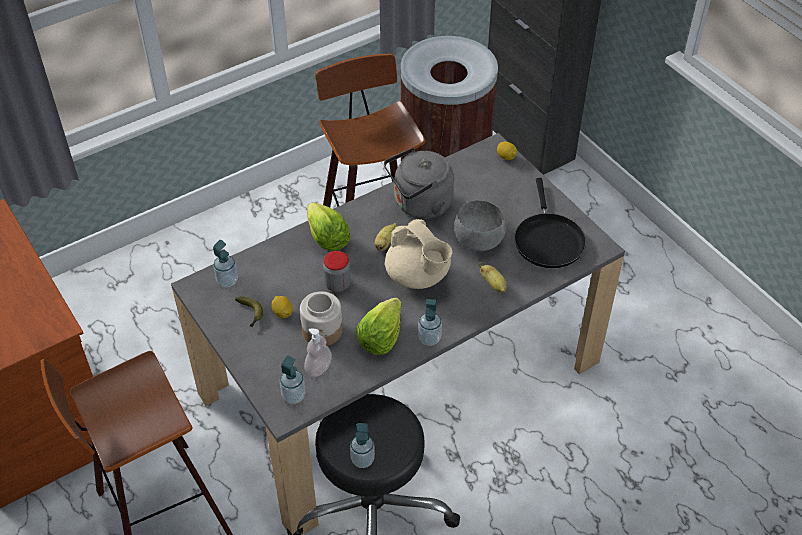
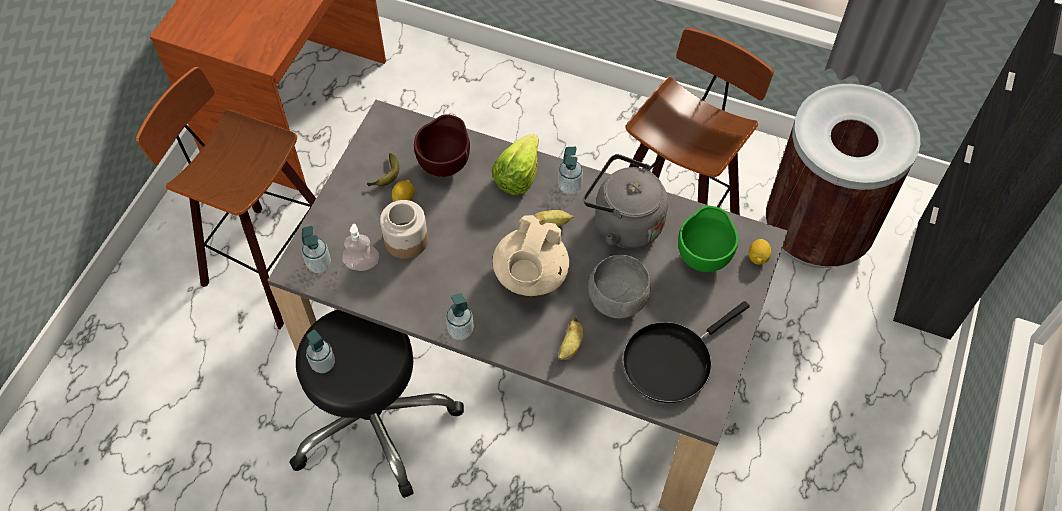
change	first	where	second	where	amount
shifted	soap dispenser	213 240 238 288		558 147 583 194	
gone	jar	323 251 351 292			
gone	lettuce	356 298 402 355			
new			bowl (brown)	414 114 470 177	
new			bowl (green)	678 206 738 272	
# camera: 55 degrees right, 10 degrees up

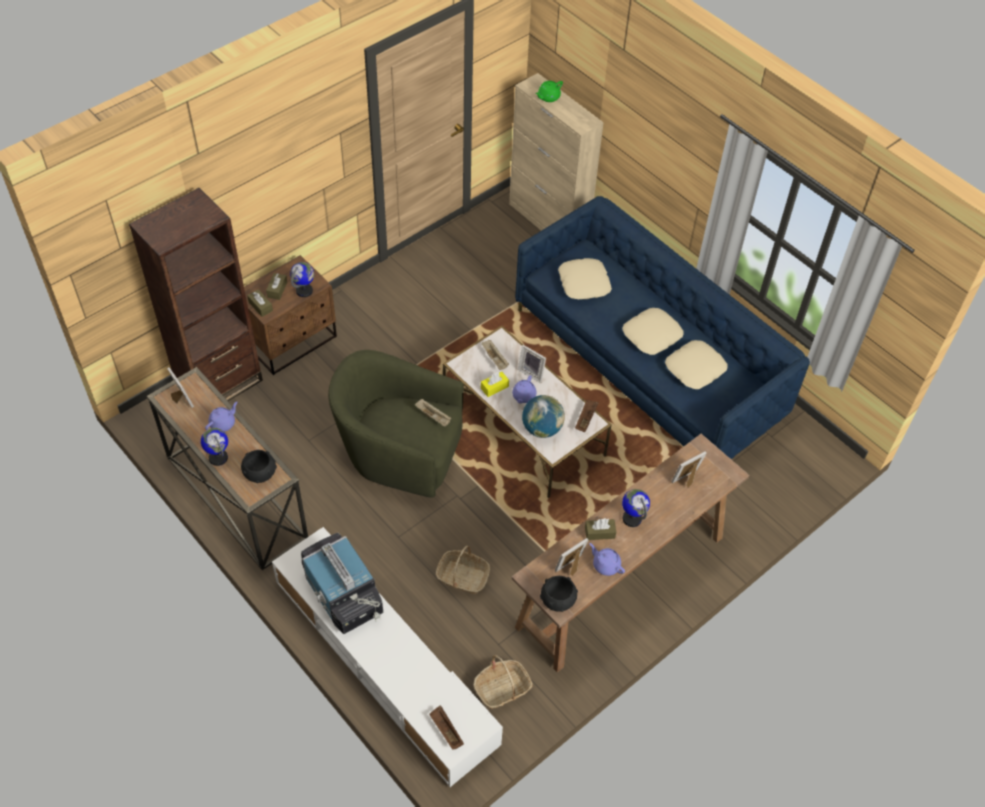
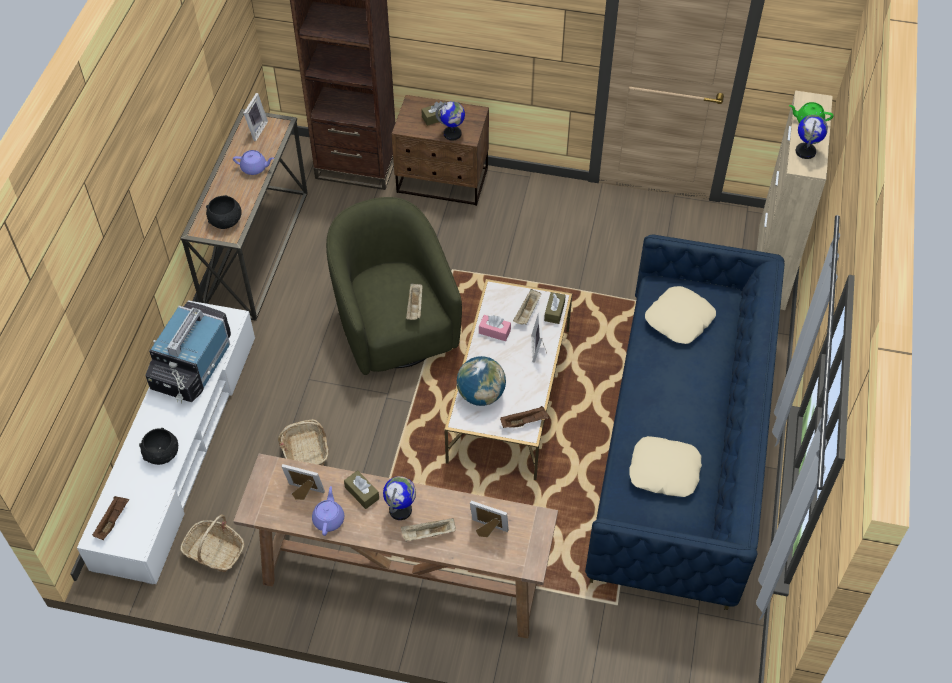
change	first	where	second	where	amount
shifted	globe	201 428 228 466		796 115 828 159	
shifted	tissue box (brown)	247 289 273 317		544 292 566 324	
repainted	tissue box (yellow)	481 372 509 397	tissue box (pink)	479 315 511 341	
gone	teapot (purple)	512 375 537 404			
shifted	bowl (black)	540 576 578 612		139 428 178 465	
gone	pillow (beige)	622 308 684 355			
new			tray (beige)	401 518 456 542	
# camera: 55 degrees right, 0 degrees up

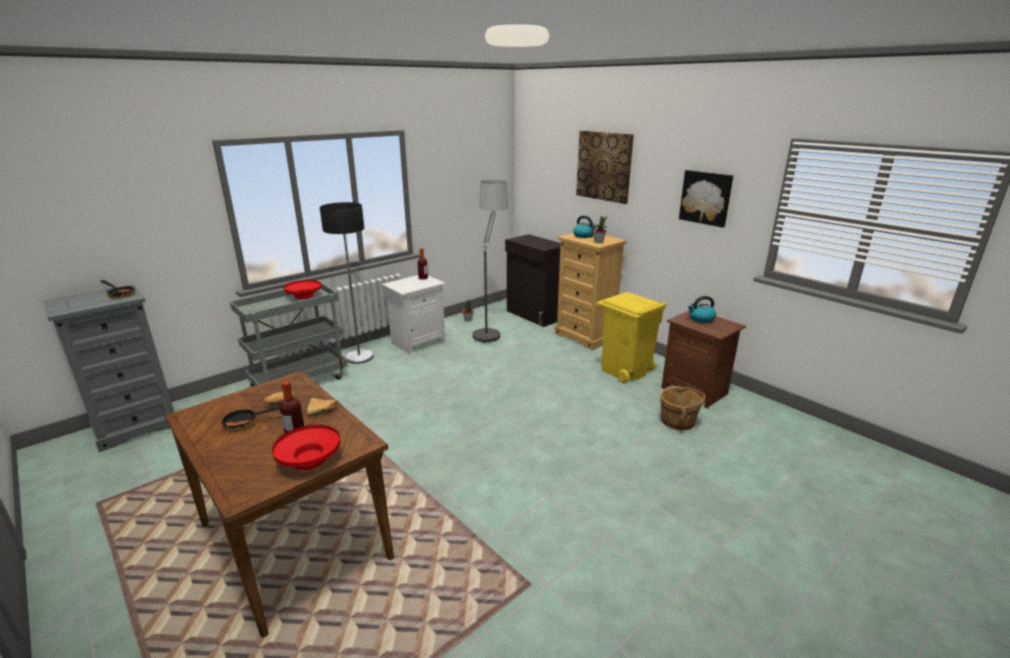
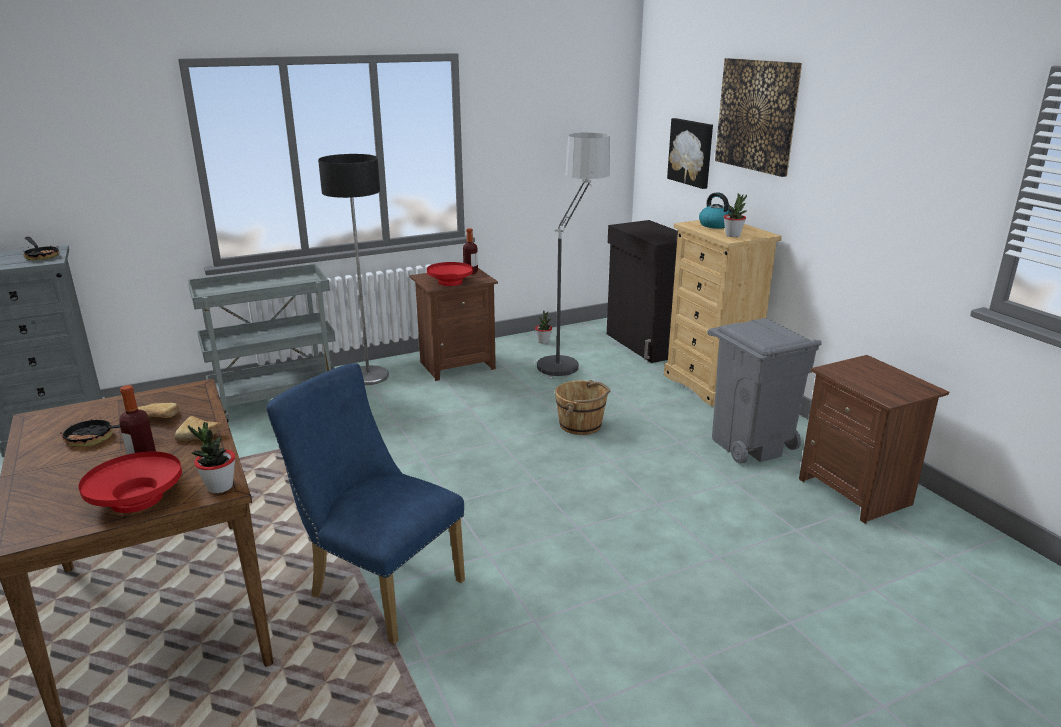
change	first	where	second	where	amount
shifted	bowl (red)	284 280 321 299		427 262 473 286	
repainted	nightstand (white)	382 275 445 355	nightstand (brown)	410 268 498 381	
repainted	trash can (yellow)	596 292 667 383	trash can (grey)	707 318 822 464	
shifted	bucket (brown)	660 386 705 430		555 380 610 435	
shifted	picture	679 170 733 227		667 118 713 189	
gone	kettle	688 296 716 323			
new			potted plant	188 422 236 493	
new			chair (blue)	266 363 465 644	
# camera: 15 degrees right, 0 degrees up

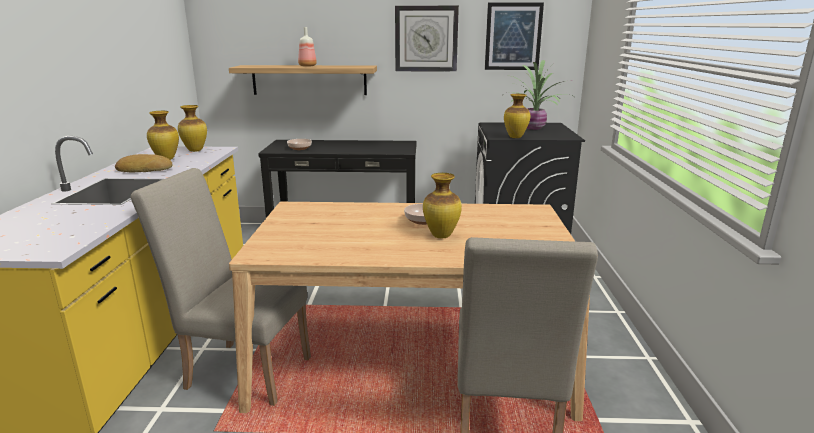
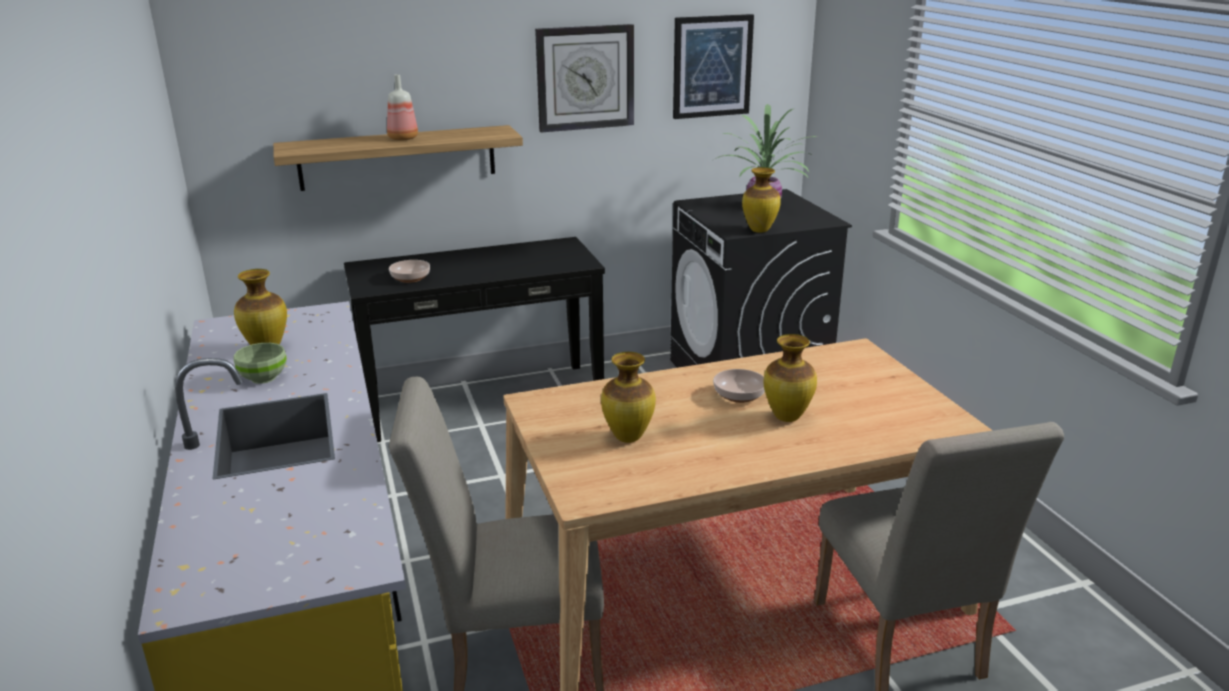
change	first	where	second	where	amount
swapped	bread	115 154 173 173	bowl (green)	234 343 287 384	
shifted	vase	178 105 207 152		601 352 656 443	
# camera: 20 degrees left, 5 degrees up

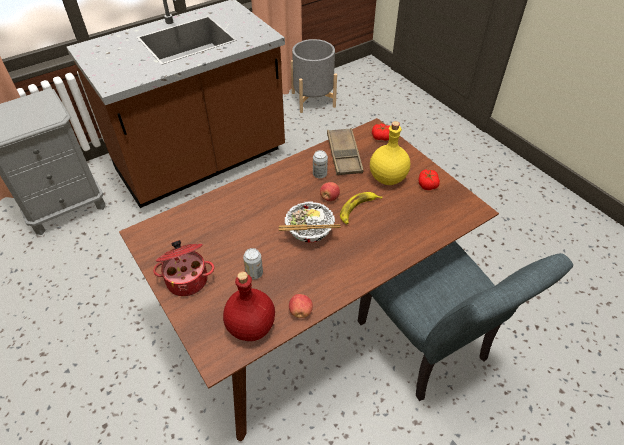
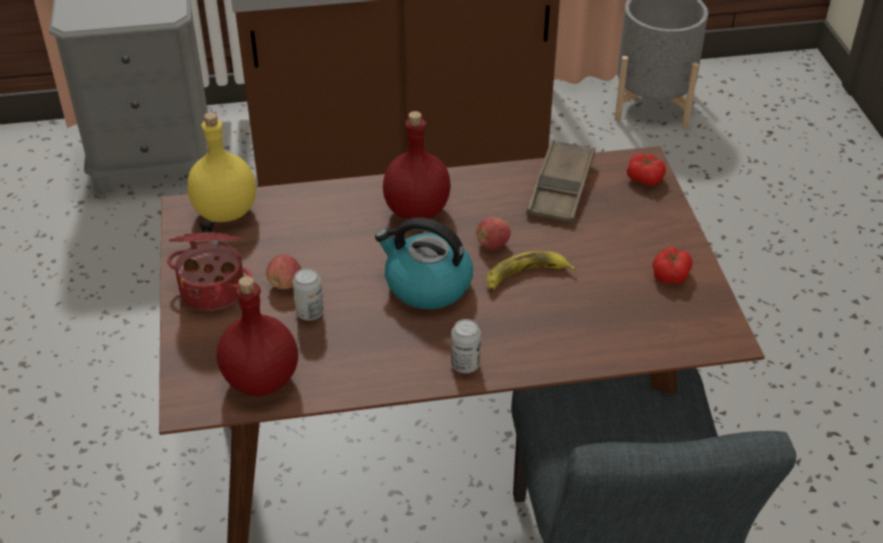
change	first	where	second	where	amount
swapped	bowl	279 201 341 242	kettle	375 217 473 309	
shifted	apple	289 294 313 318		266 254 302 289	
shifted	can	313 150 328 178		451 319 481 373	
shifted	bottle (yellow)	370 121 410 185		187 112 256 222	
new			bottle (red)	383 111 451 220	
# camera: 25 degrees right, 5 degrees down

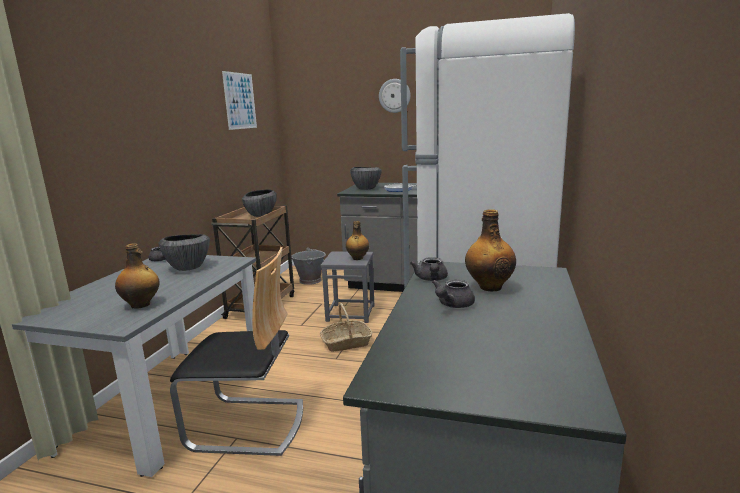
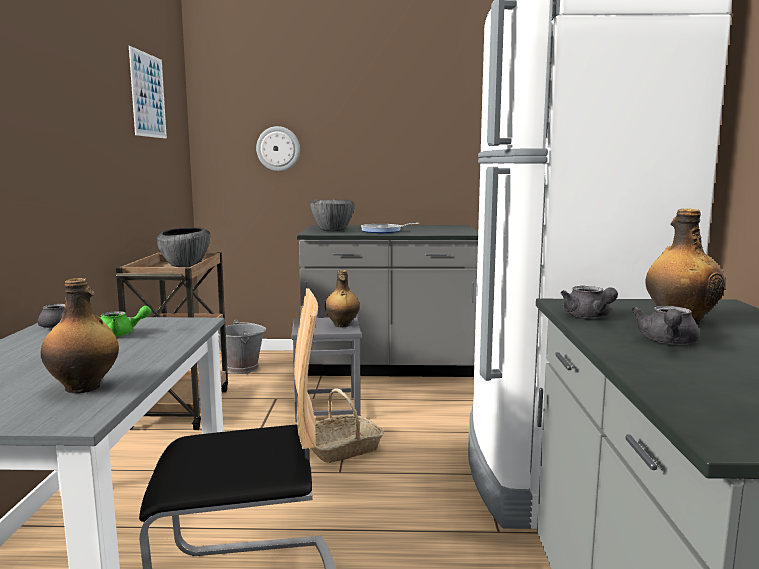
change	first	where	second	where	amount
swapped	bowl	158 234 210 271	teapot (green)	101 306 152 337	
shifted	wall clock	379 79 411 113		256 126 300 171	
# camera: 15 degrees left, 5 degrees down

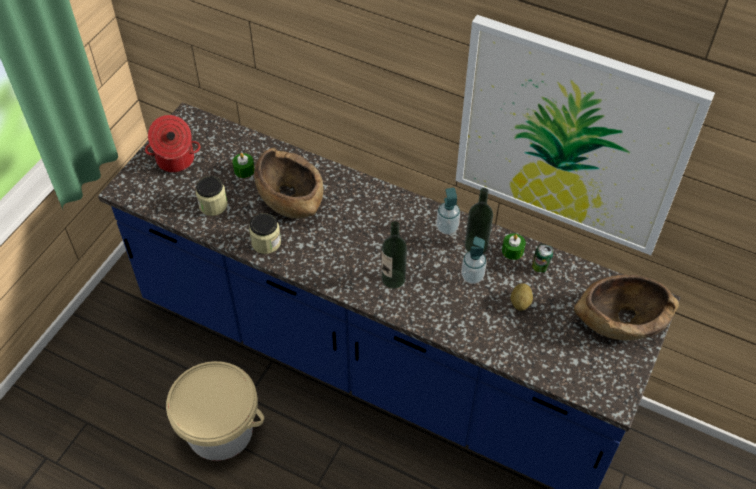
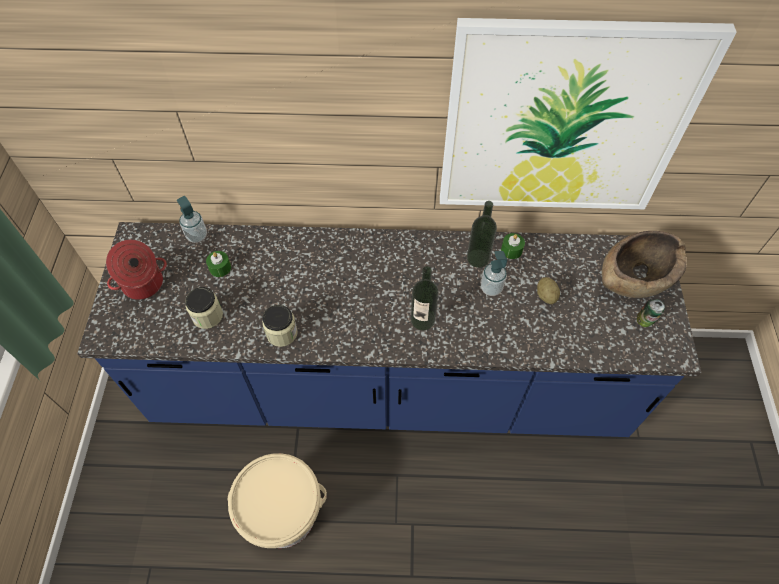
change	first	where	second	where	amount
gone	bowl (brown)	254 148 323 219			
shifted	soap dispenser	436 188 460 235		177 196 207 243	
shifted	can	532 244 553 273		636 299 665 327	
# camera: 25 degrees left, 5 degrees up

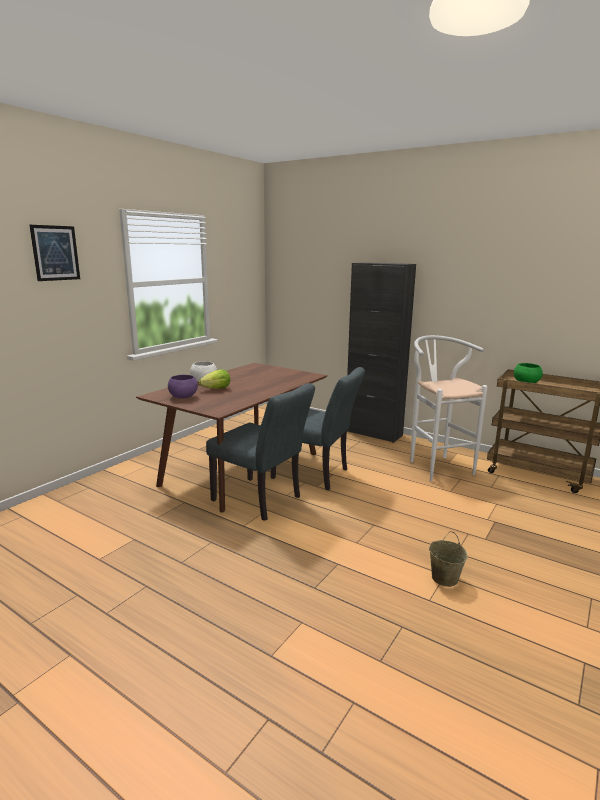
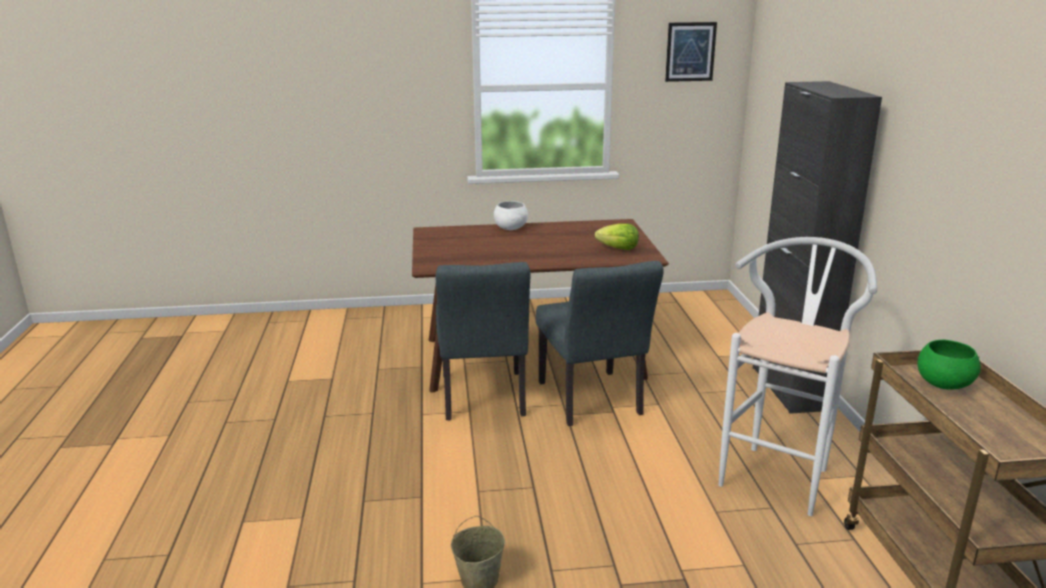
change	first	where	second	where	amount
shifted	picture	29 225 80 281		665 22 717 82	
gone	bowl (purple)	168 375 198 399			
shifted	lettuce	199 369 230 389		595 224 639 250	
# camera: 50 degrees right, 5 degrees up

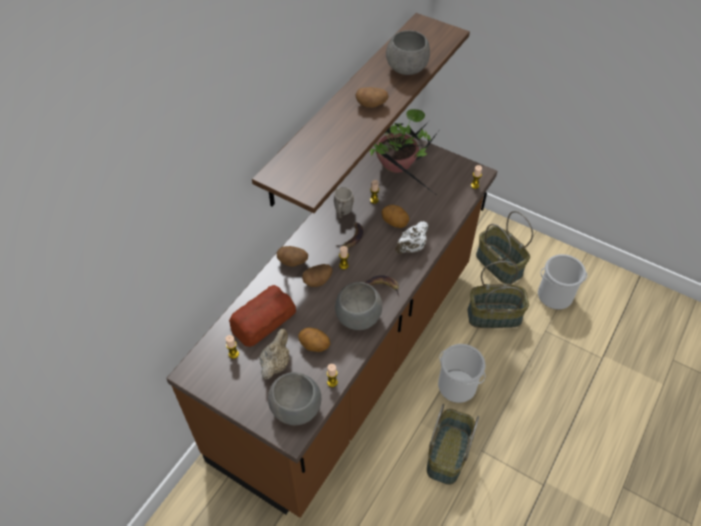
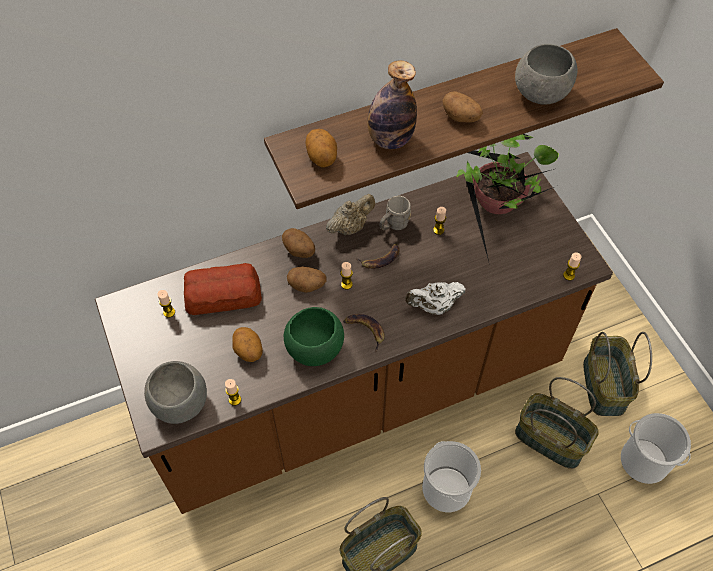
change	first	where	second	where	amount
shifted	teapot (beige)	260 329 290 379		326 194 375 235	
repainted	bowl (grey)	335 282 382 330	bowl (green)	284 307 344 366	
shifted	potato	381 205 409 228		305 129 337 167	
new			bottle	367 60 417 149	
# camera: 35 degrees right, 5 degrees up

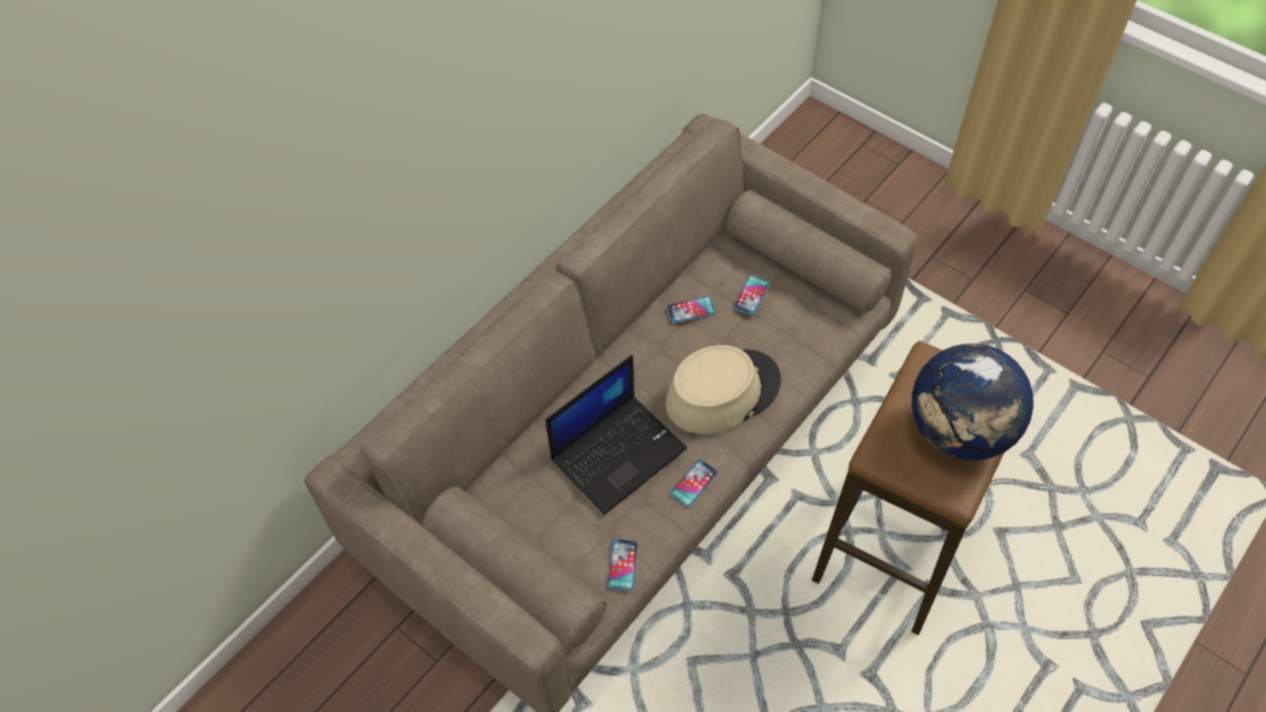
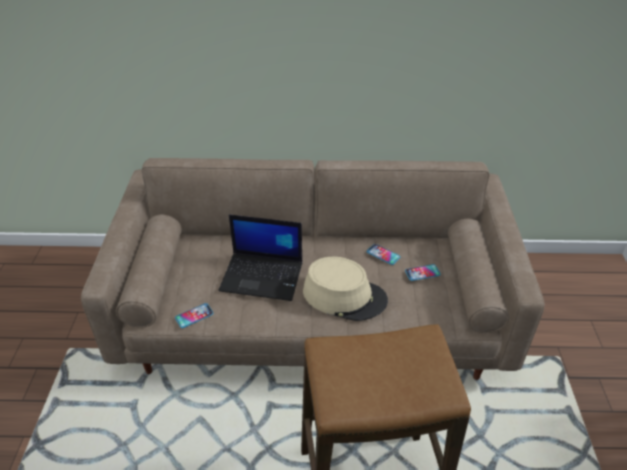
change	first	where	second	where	amount
gone	phone	670 459 718 507			
gone	globe	912 343 1034 461			
# camera: 50 degrees right, 15 degrees down

